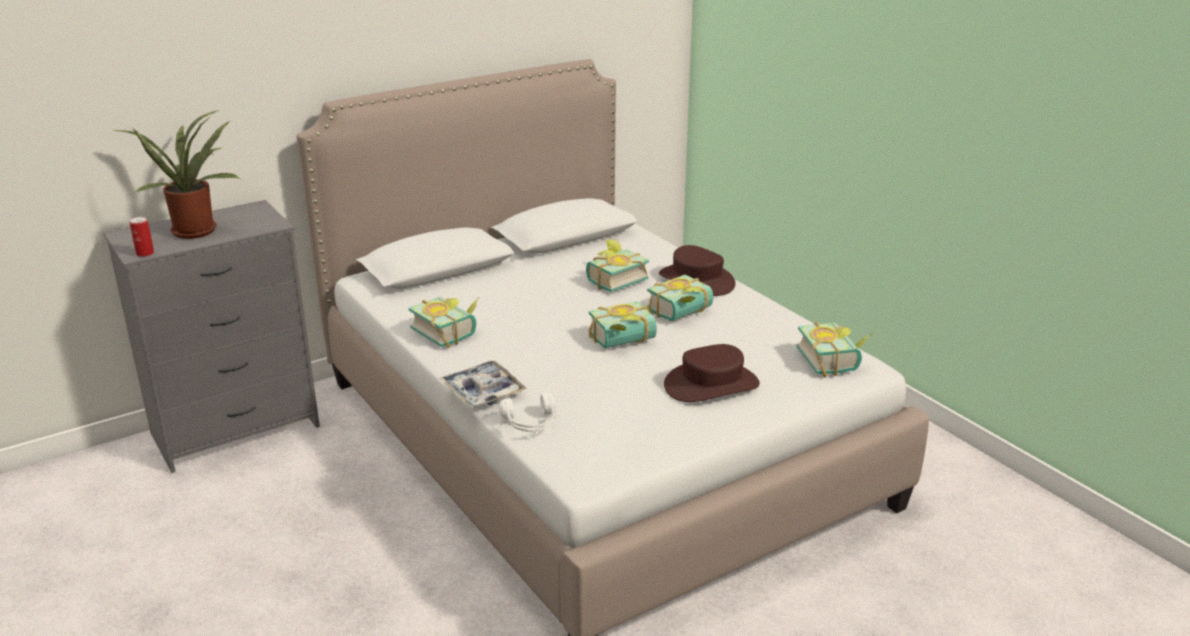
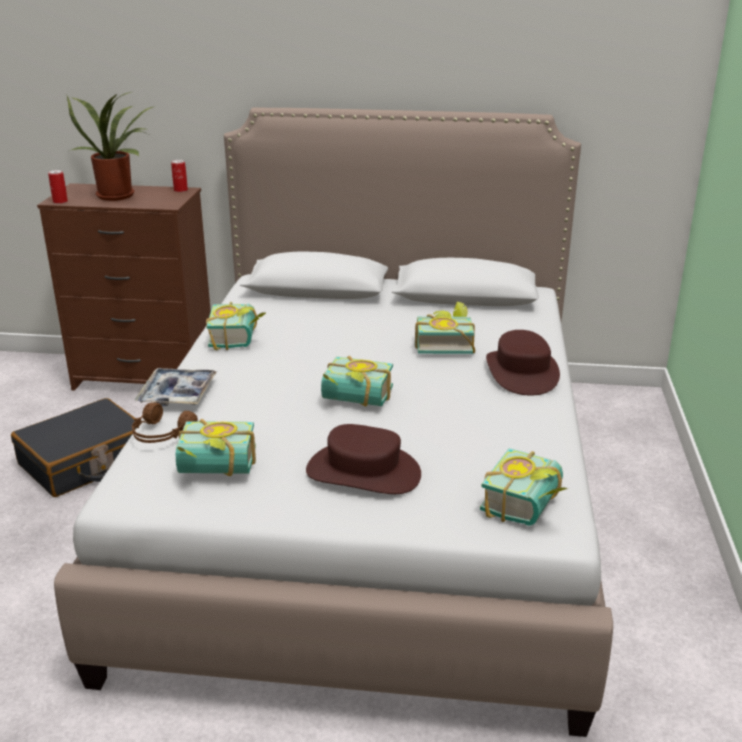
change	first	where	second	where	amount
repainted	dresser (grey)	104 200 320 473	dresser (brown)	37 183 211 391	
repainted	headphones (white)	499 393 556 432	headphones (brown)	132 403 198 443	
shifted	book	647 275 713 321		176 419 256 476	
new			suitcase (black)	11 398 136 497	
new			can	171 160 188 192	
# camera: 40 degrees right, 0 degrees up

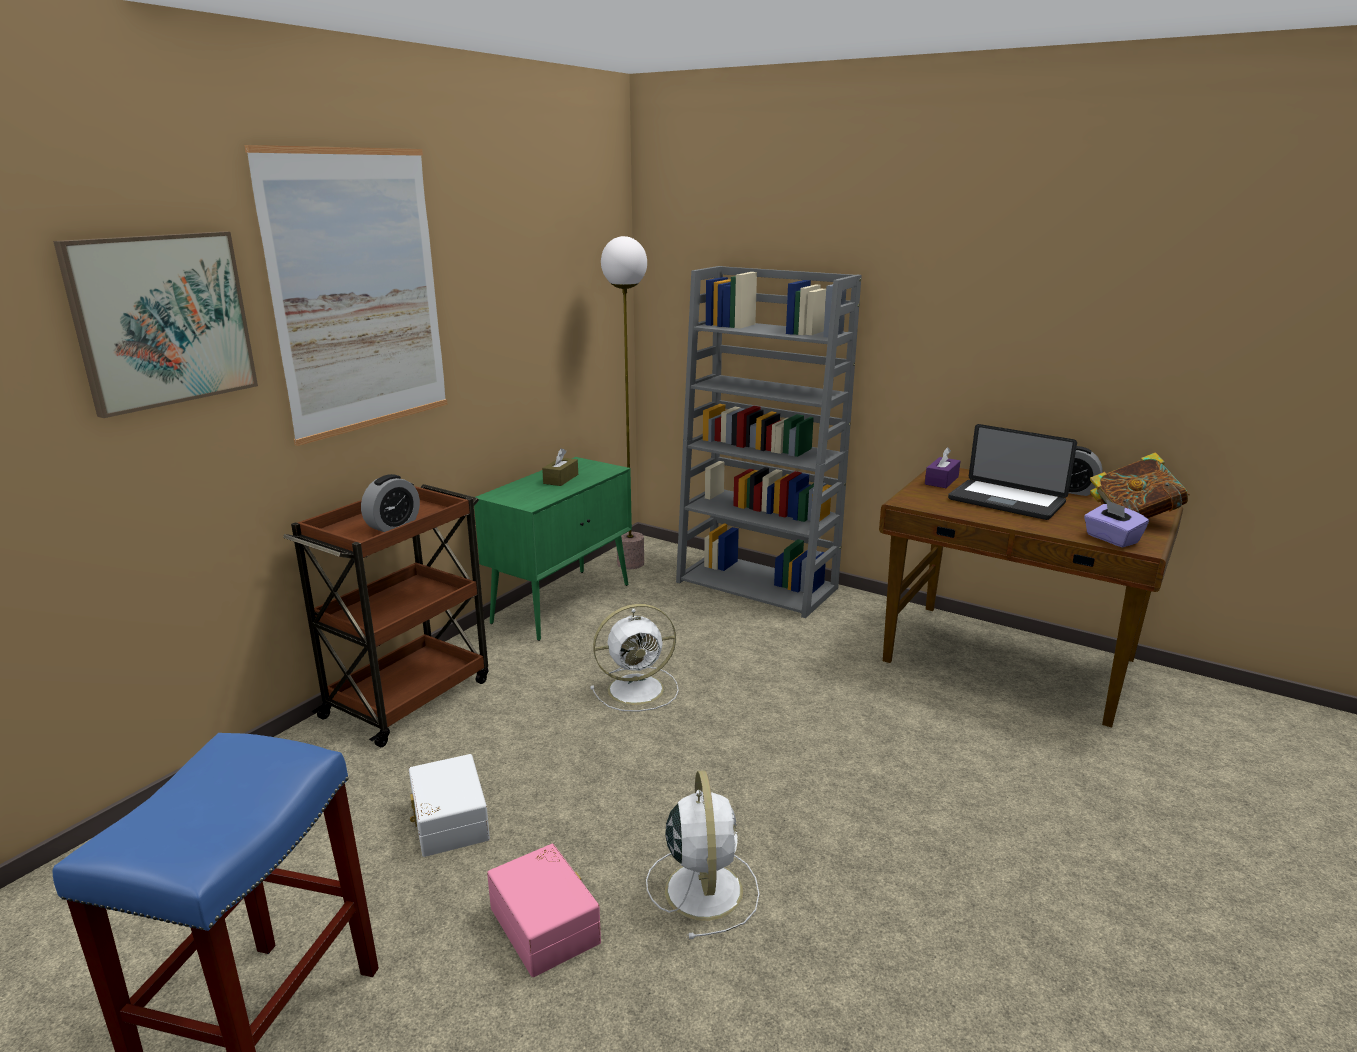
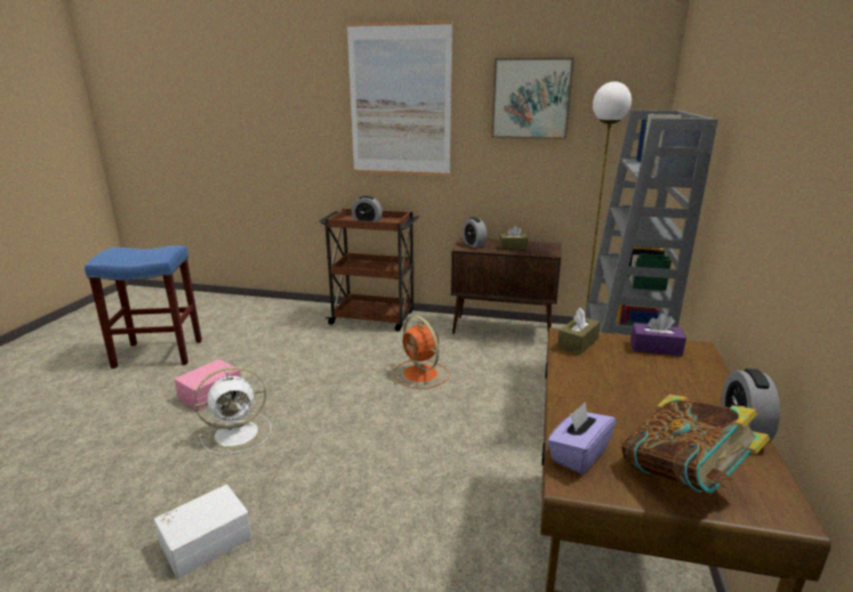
change	first	where	second	where	amount
shifted	picture	53 231 258 418		491 58 574 139	
shifted	storage box (white)	409 754 490 857		154 484 252 579	
repainted	cabinet (green)	474 457 632 641	cabinet (brown)	451 237 561 334	
repainted	fan (white)	590 604 679 712	fan (orange)	393 315 450 389	
gone	laptop	948 424 1077 520			
new			alarm clock	463 217 487 248	
new			tissue box (brown)	557 307 600 355	
# camera: 70 degrees right, 0 degrees up

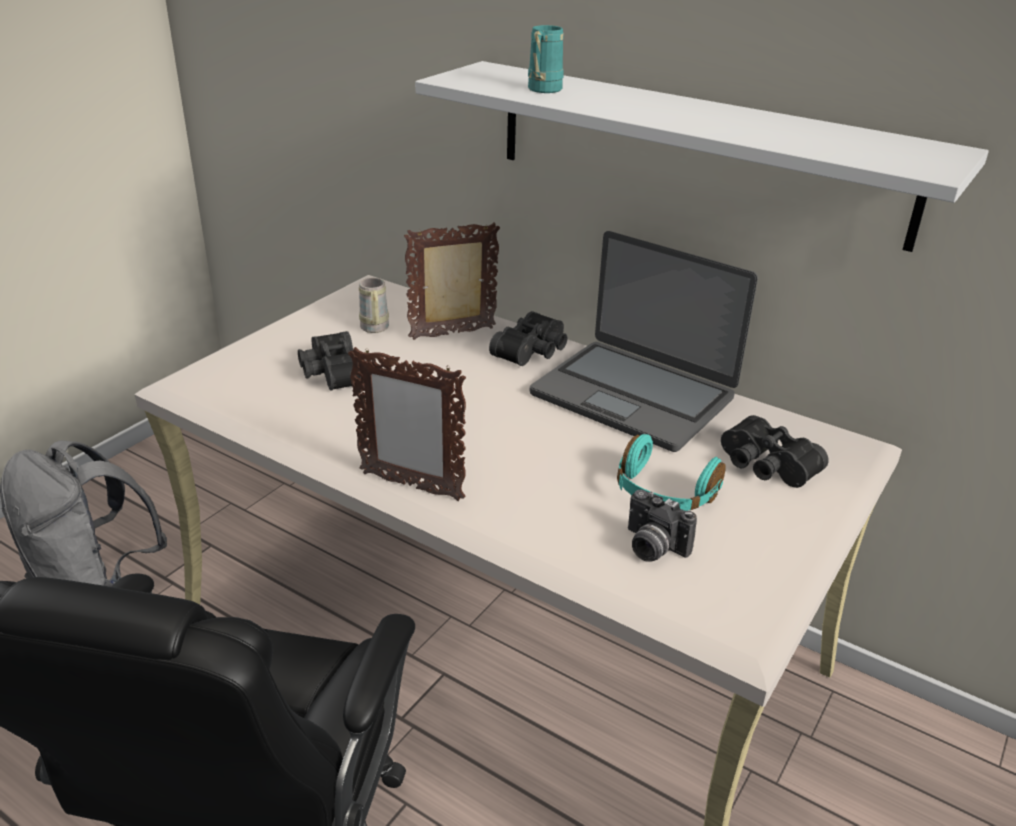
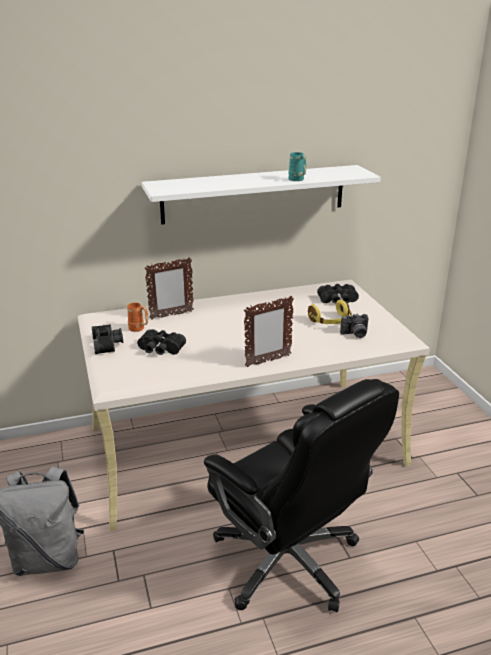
change	first	where	second	where	amount
repainted	mug (beige)	359 278 389 333	mug (orange)	127 303 148 332	
rotated	picture frame	404 223 500 340		144 257 194 319	135 degrees counterclockwise
shifted	binoculars (black)	489 311 568 366		92 324 123 354	
shifted	mug (turquoise)	528 25 564 93		288 152 307 181	
gone	laptop	530 231 758 452			
repainted	headphones (turquoise)	617 434 726 511	headphones (yellow)	308 300 352 324	
# camera: 50 degrees left, 5 degrees down

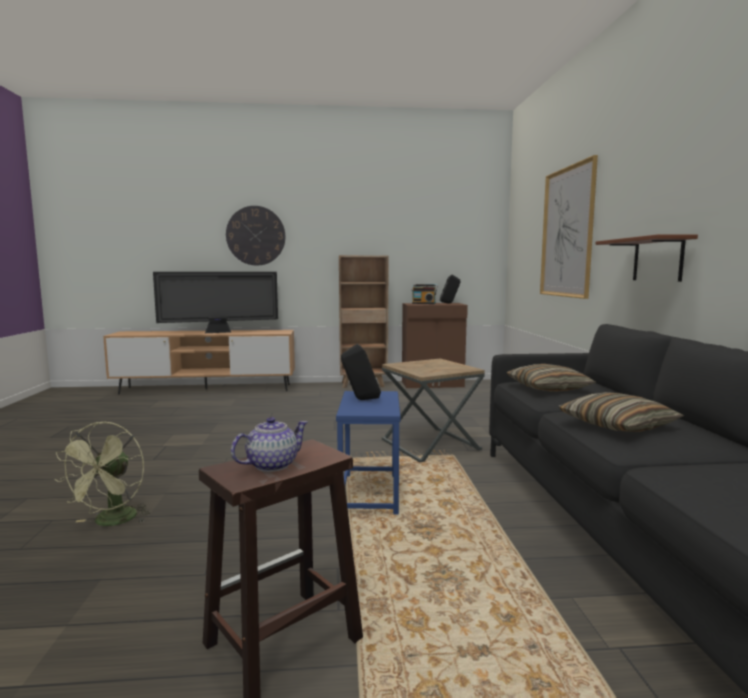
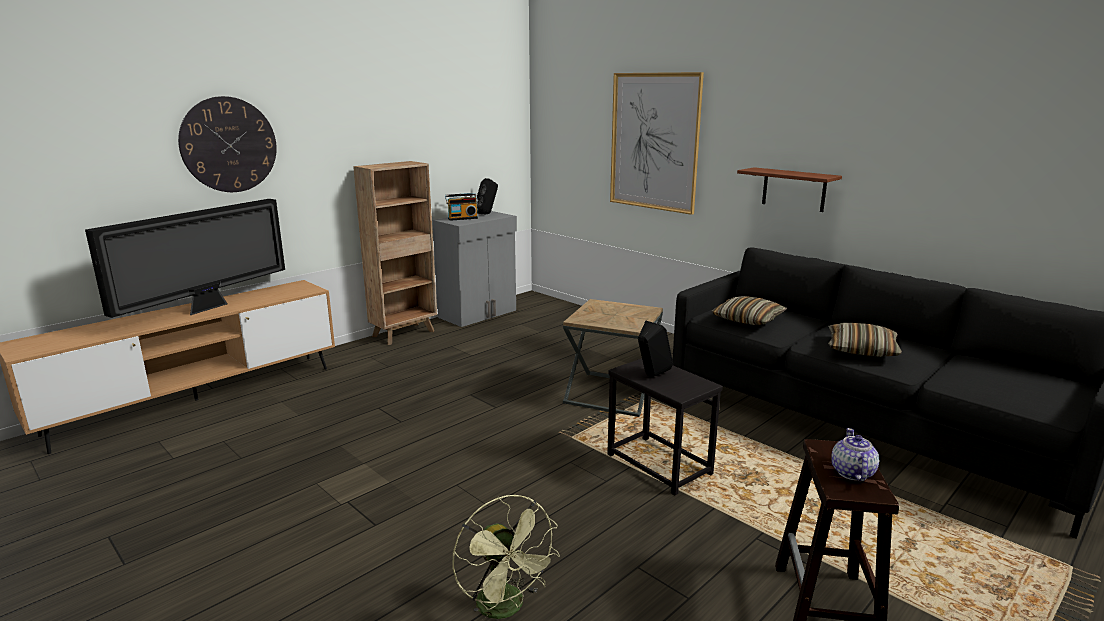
change	first	where	second	where	amount
repainted	side table (blue)	336 391 401 514	side table (black)	607 358 723 496	
repainted	cabinet (brown)	402 303 468 388	cabinet (grey)	433 211 517 327	
# camera: 40 degrees left, 10 degrees up

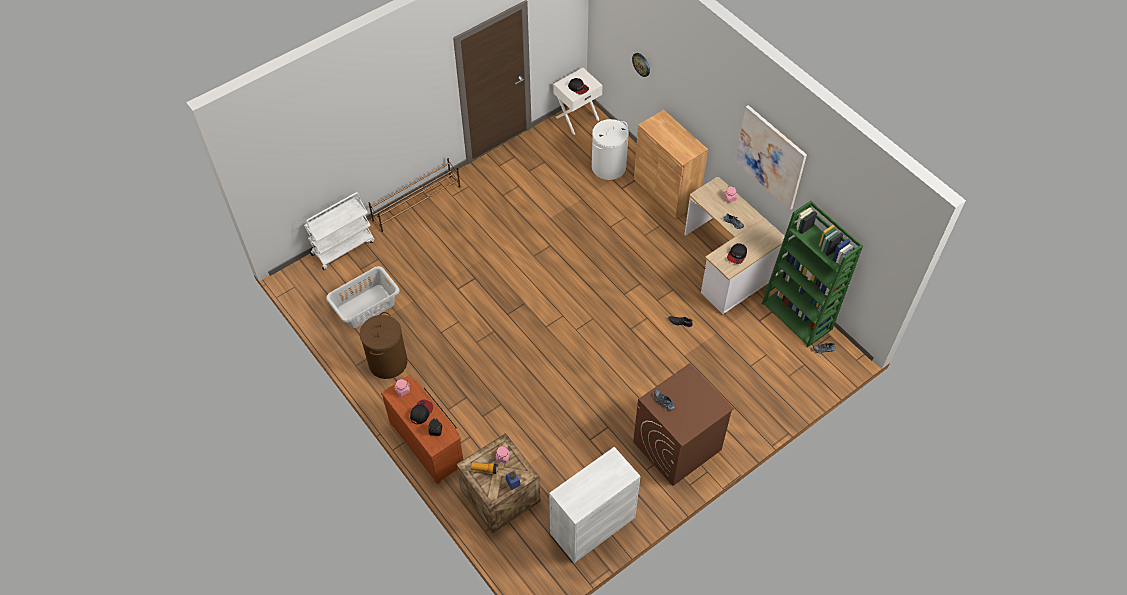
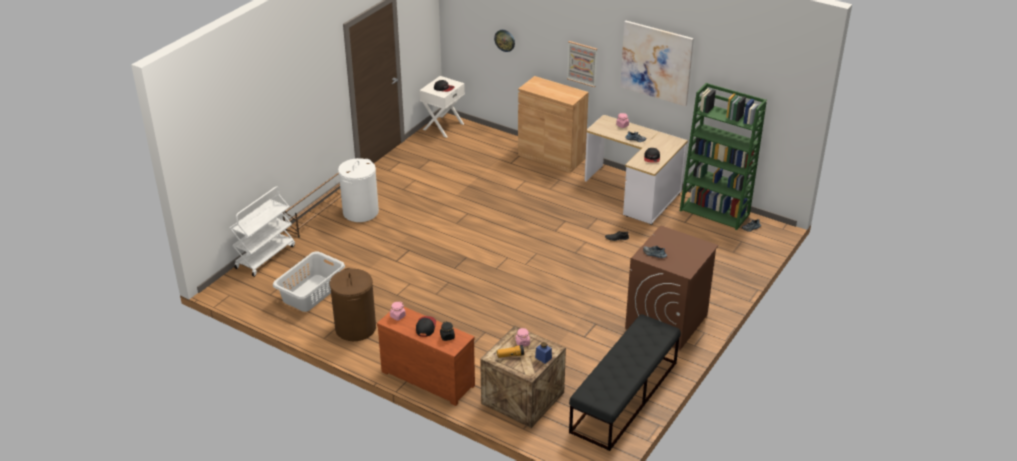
change	first	where	second	where	amount
swapped	cabinet (white)	549 447 641 563	bench (black)	569 314 681 451	
shifted	laundry basket (white)	592 119 629 180		338 158 379 222	
new			picture	567 41 597 87	
# camera: 20 degrees left, 20 degrees down

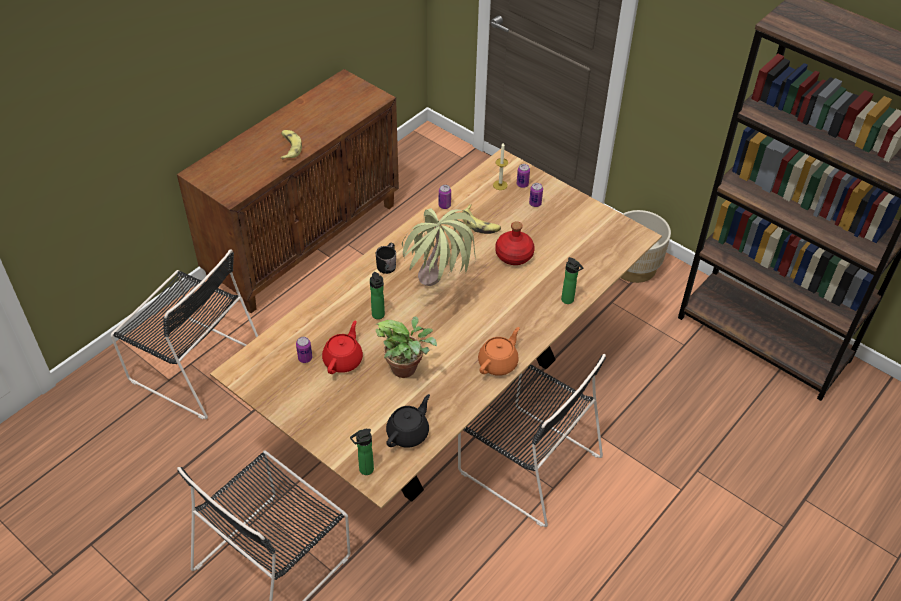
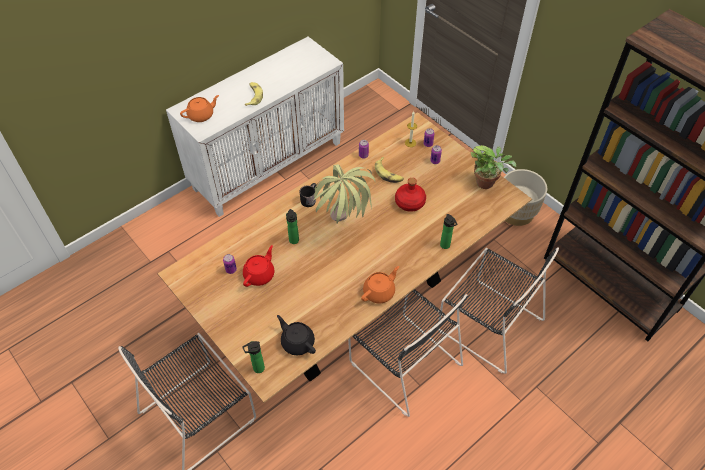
change	first	where	second	where	amount
shifted	chair (black)	111 250 258 419		439 247 559 374	
repainted	cabinet (brown)	177 69 399 313	cabinet (white)	166 37 344 217	
shifted	potted plant	375 316 437 378		471 145 516 189	
rotated	teapot (black)	386 394 430 448		277 315 316 355	90 degrees counterclockwise
new			teapot (orange)	180 95 219 122	
# camera: 10 degrees right, 5 degrees up

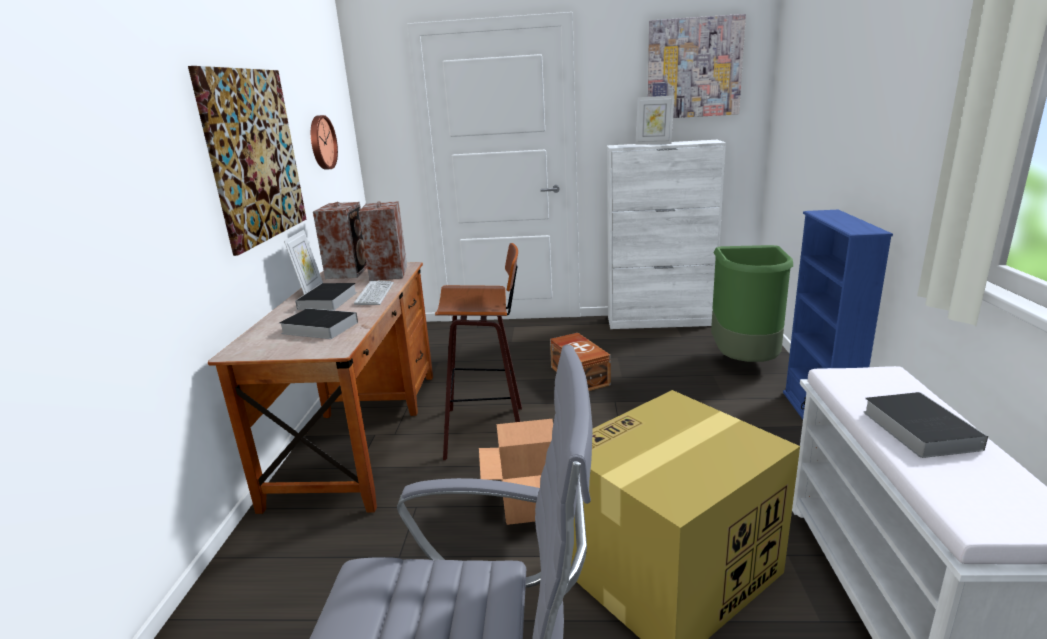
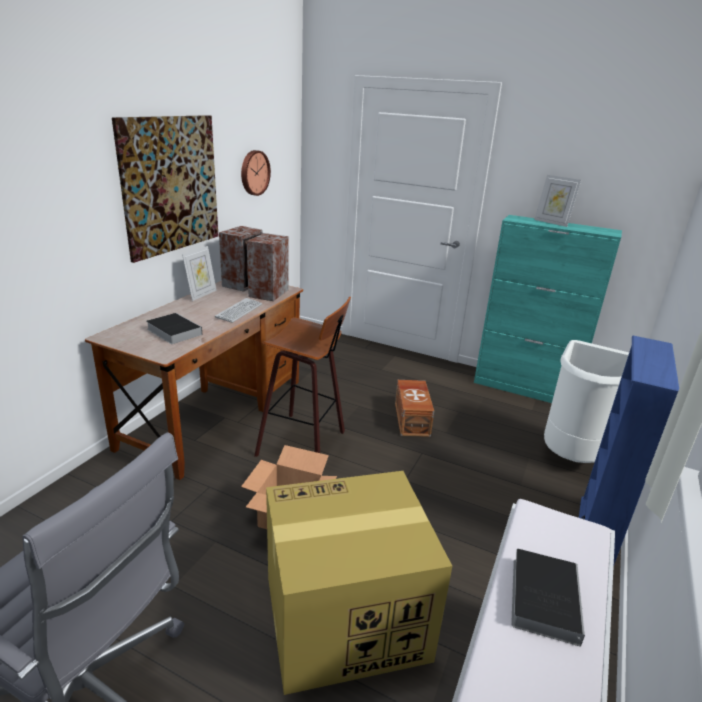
change	first	where	second	where	amount
gone	book	294 283 357 314			
repainted	cabinet (white)	607 140 726 329	cabinet (turquoise)	474 215 622 403	
gone	picture	648 14 746 118			
repainted	trash can (green)	711 245 793 362	trash can (white)	544 340 629 463	
# camera: 20 degrees right, 5 degrees up

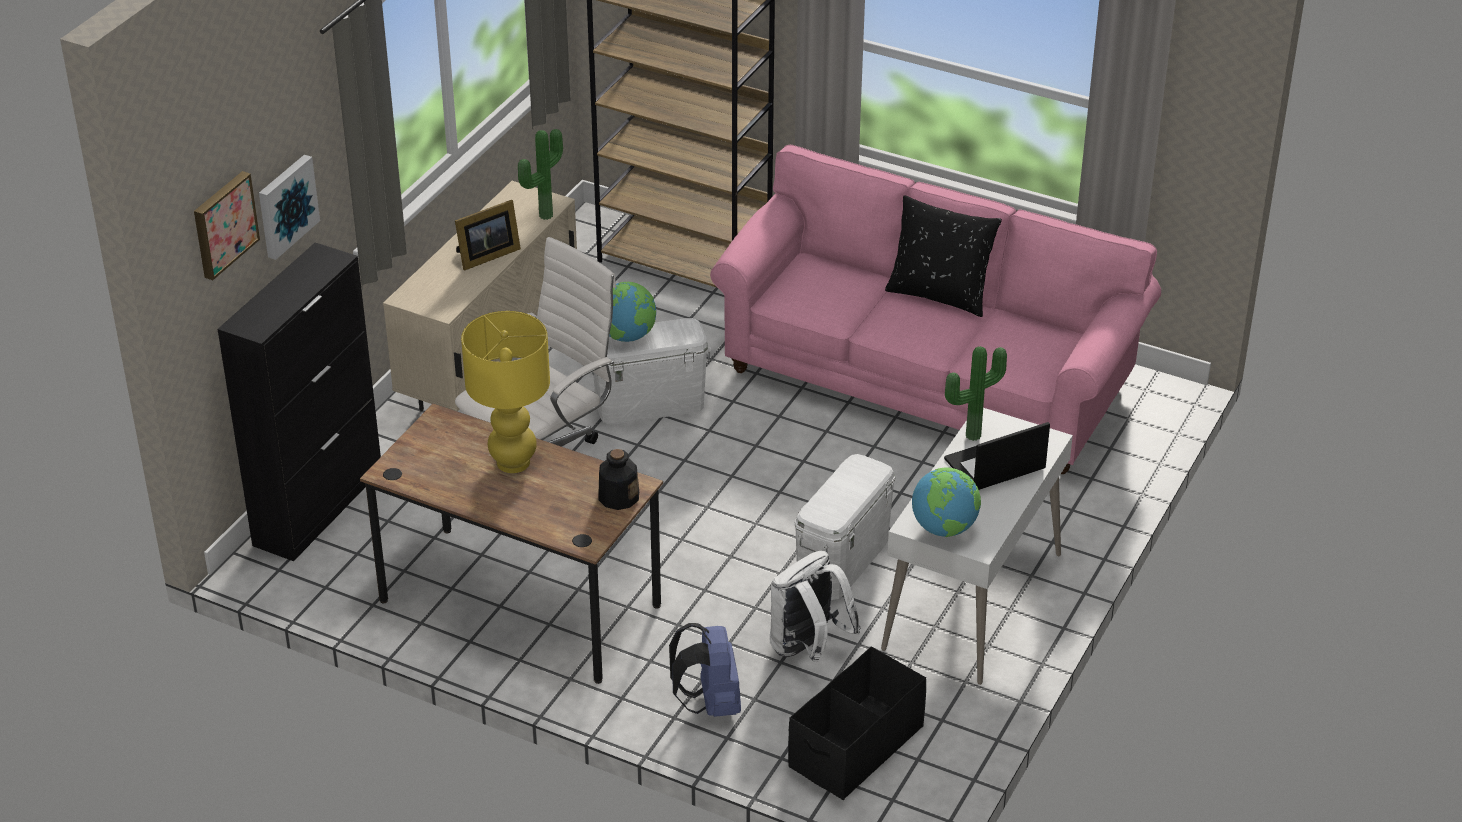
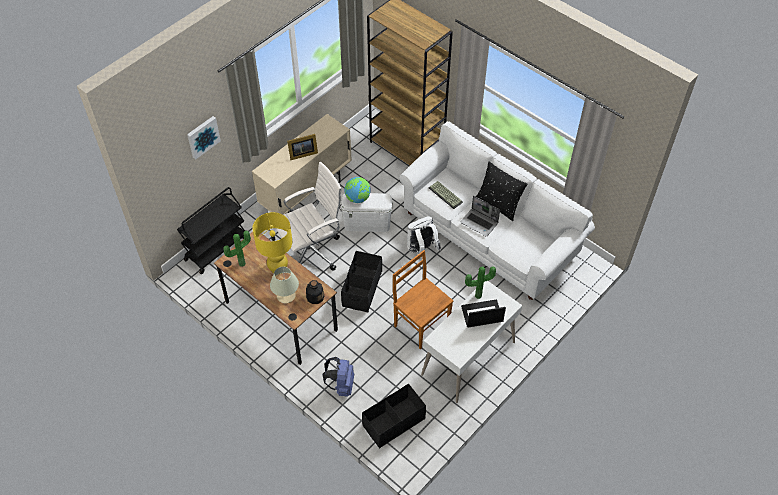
change	first	where	second	where	amount
gone	picture	194 171 260 280			
swapped	cabinet (black)	217 243 381 561	cart (black)	177 187 245 274	
shifted	potted plant	518 129 563 220		223 230 251 267	
repainted	sofa (pink)	710 145 1161 474	sofa (white)	399 121 595 300	
shifted	backpack (white)	770 551 861 662		407 216 441 259	
swapped	storage box (white)	794 454 895 600	chair (brown)	393 250 453 349	
gone	globe	912 468 981 537			
new			table lamp (beige)	270 267 299 303	
new			storage box (black)	341 251 382 312	
new			keyboard	429 181 463 209	
new			laptop	460 196 500 237	
# camera: 15 degrees right, 15 degrees up

